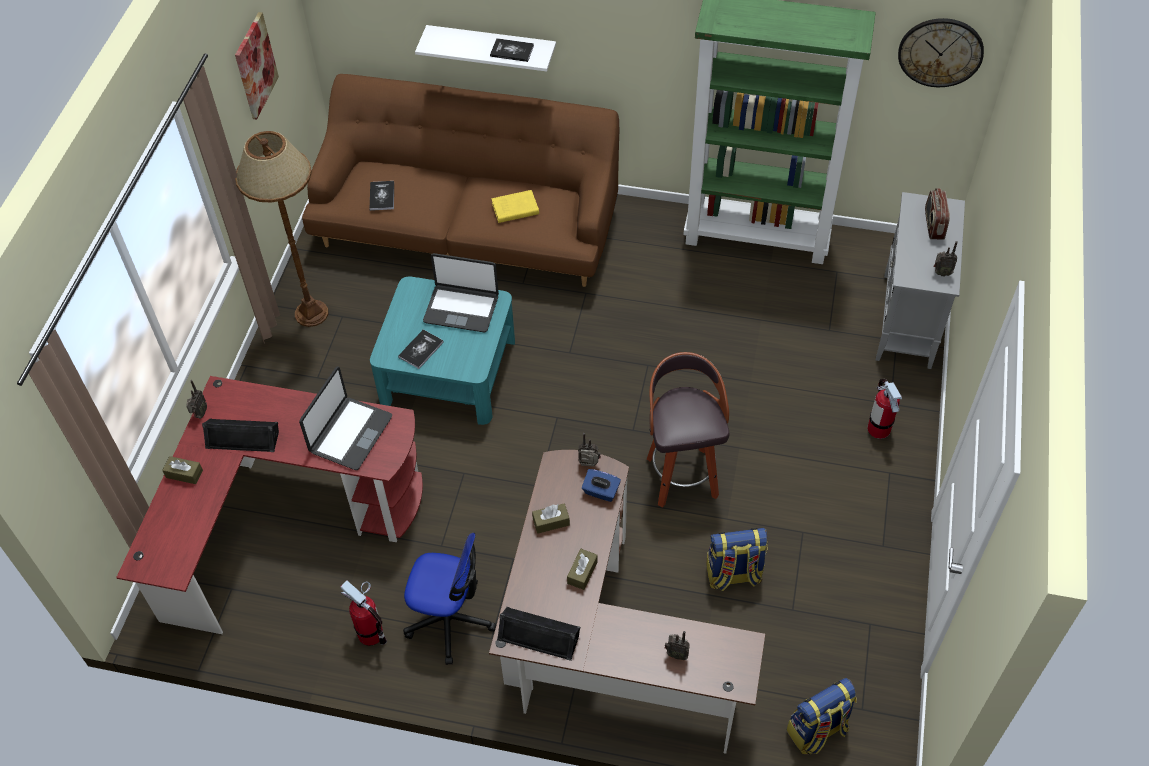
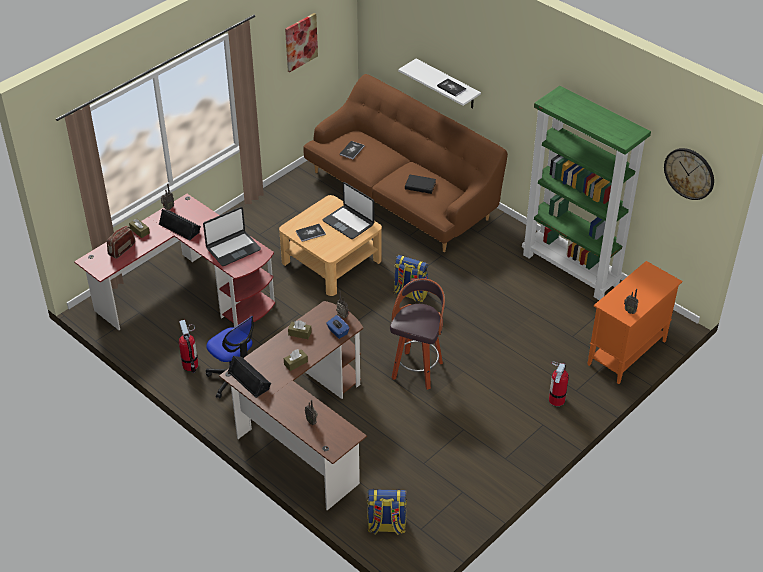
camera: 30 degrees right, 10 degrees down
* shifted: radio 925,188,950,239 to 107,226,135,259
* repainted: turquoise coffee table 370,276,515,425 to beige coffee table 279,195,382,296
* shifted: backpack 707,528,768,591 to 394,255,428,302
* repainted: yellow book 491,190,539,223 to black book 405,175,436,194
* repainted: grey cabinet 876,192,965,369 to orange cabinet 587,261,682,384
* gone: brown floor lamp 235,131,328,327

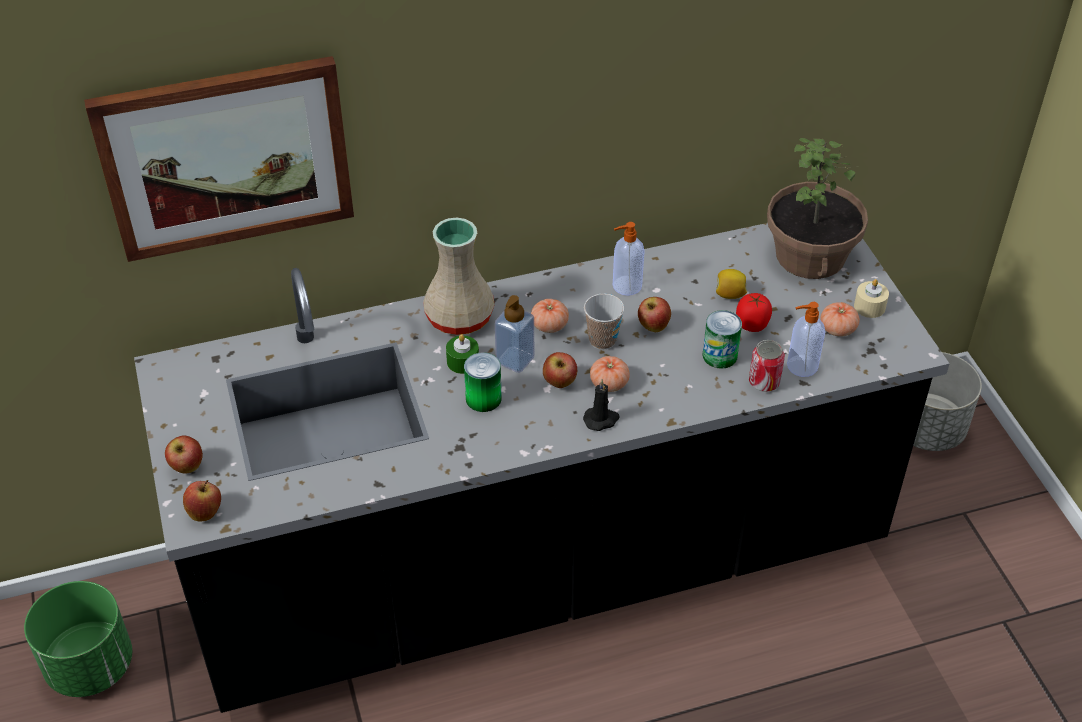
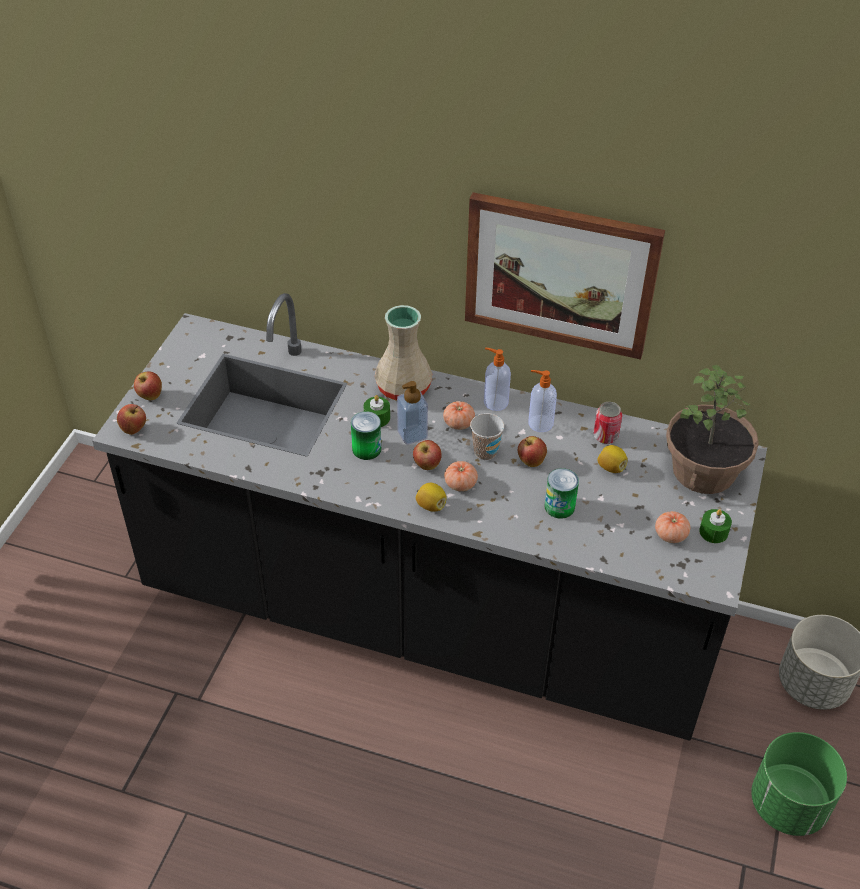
camera: 35 degrees right, 0 degrees up
* swapped: black candle 583,379,620,431 to lemon 416,483,447,512
* shifted: picture 84,56,354,262 to 465,192,665,360
* shifted: soap dispenser 787,302,825,377 to 484,348,511,411
* shifted: can 749,340,785,392 to 593,402,622,444
* repainted: beige candle 854,279,889,318 to green candle 699,509,732,543
* shifted: green planter 24,581,132,697 to 751,732,847,836
* gone: tomato 736,293,772,332

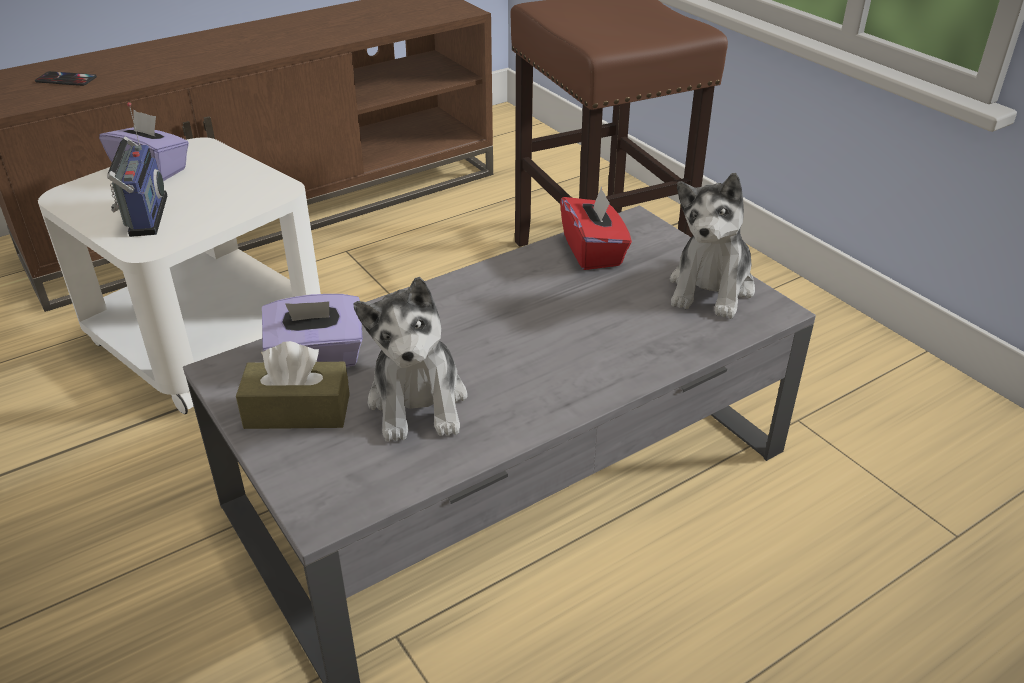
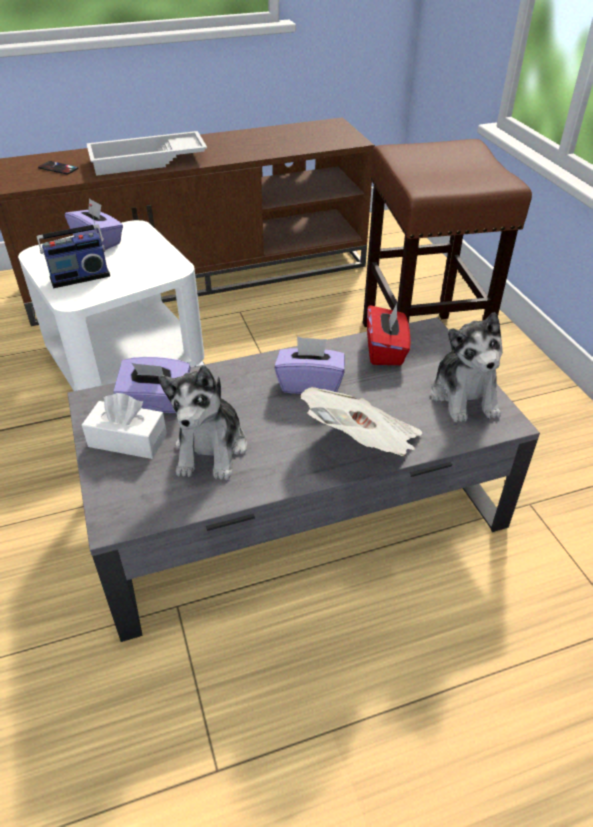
camera: 15 degrees right, 5 degrees up
* rotated: radio 107,102,167,237 = 37,204,110,288 60 degrees clockwise
* repainted: brown tissue box 236,341,350,429 to white tissue box 82,393,167,459
* new: white tray 86,131,207,176
* new: purple tissue box 274,337,345,394
* new: newspaper 301,387,422,456
* rotated: plush toy 670,173,755,319 = 431,312,503,422 45 degrees counterclockwise

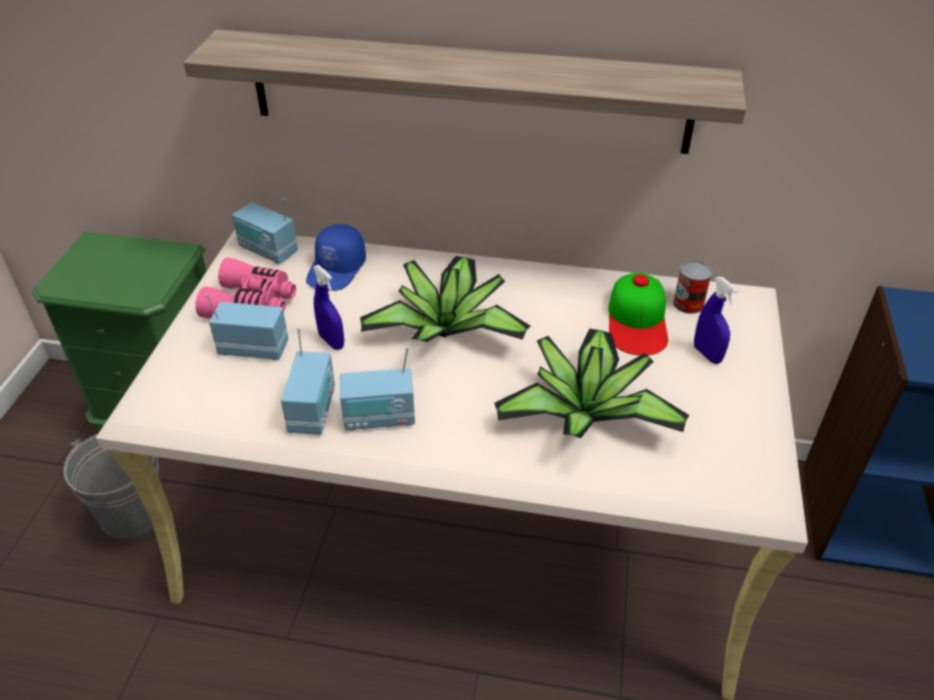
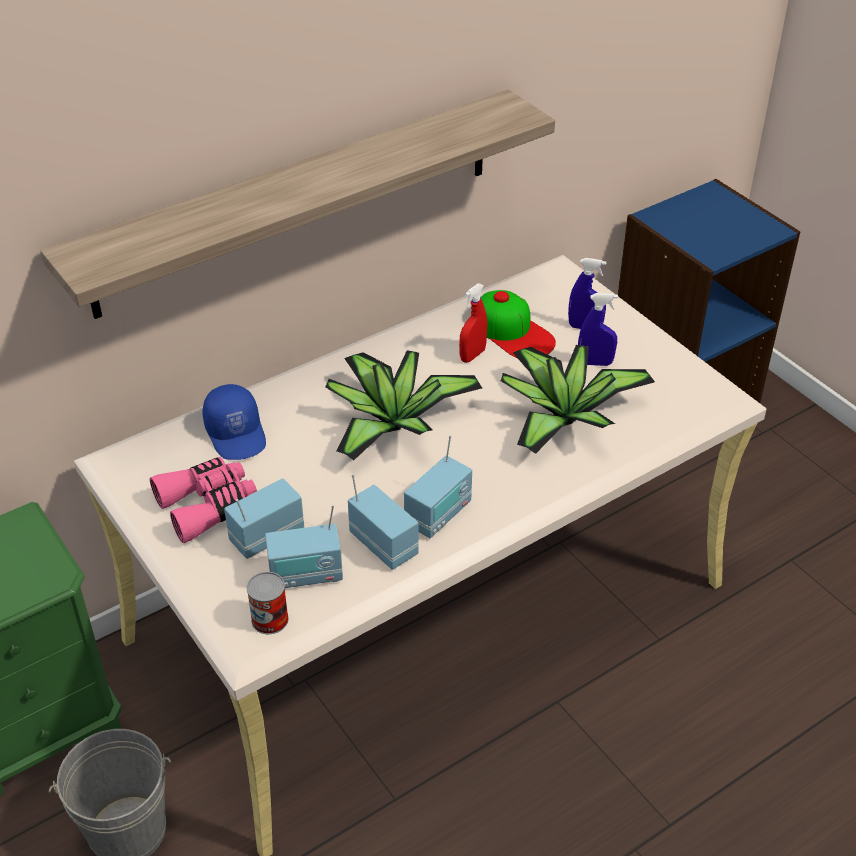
camera: 45 degrees left, 0 degrees up
* shifted: can 673,261,712,314 to 246,572,289,634
* shifted: radio 232,198,298,264 to 265,505,343,588
* new: red spray bottle 459,283,487,363
* shifted: blue spray bottle 313,265,344,350 to 578,293,618,366

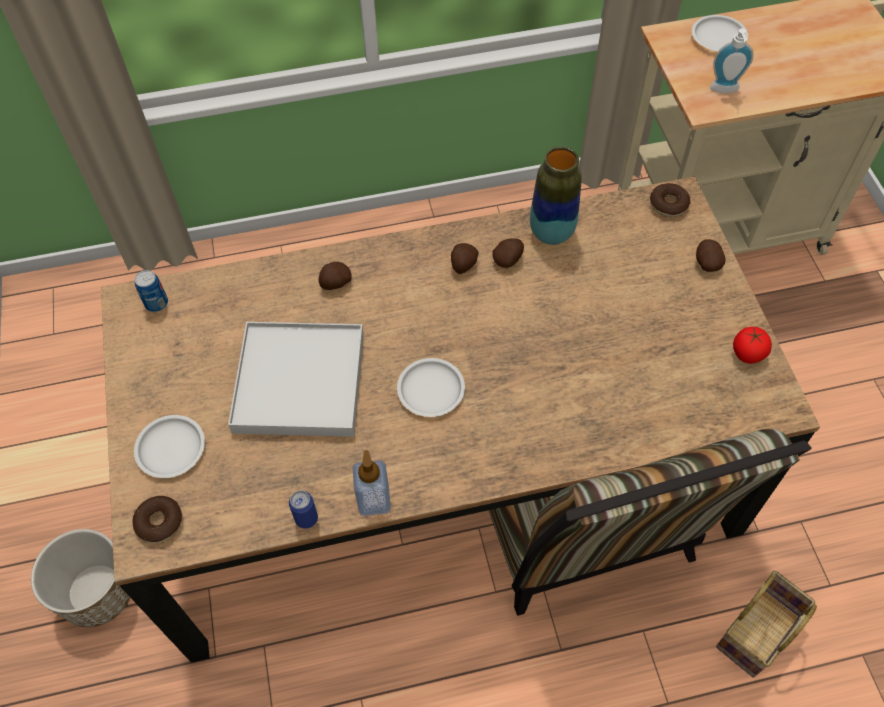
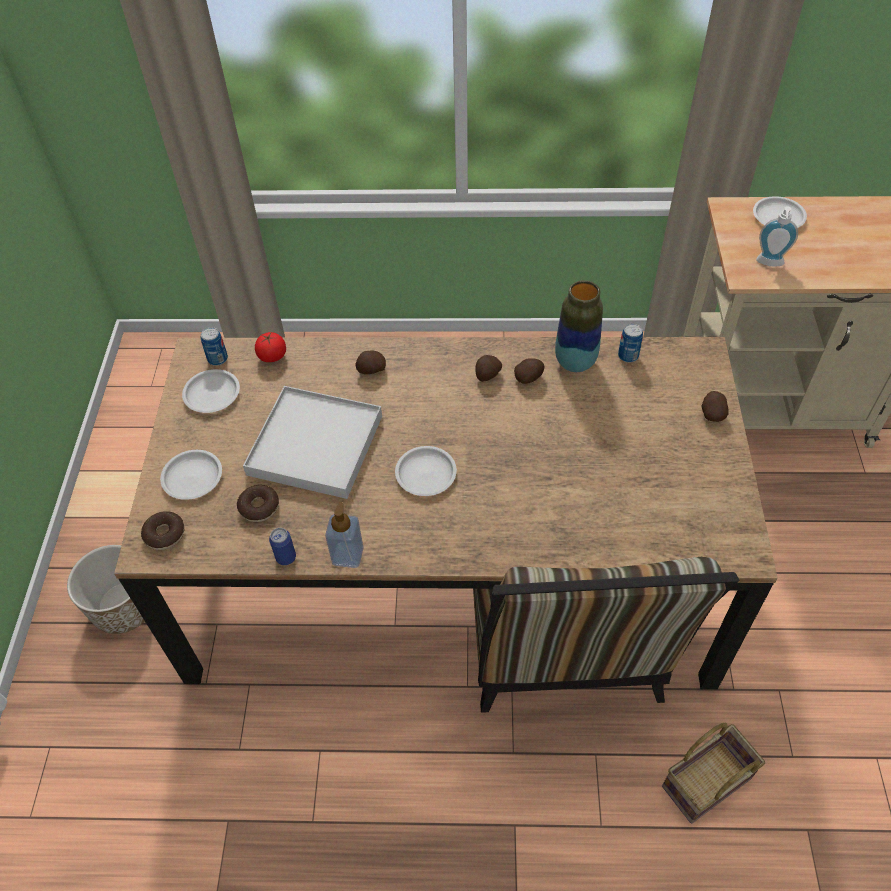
camera: 15 degrees right, 5 degrees down
* new: white plate 182,369,240,413
* shifted: donut 650,183,691,217 to 237,485,279,522
* shifted: tomato 733,327,772,364 to 255,332,286,362
* new: can 618,324,643,363

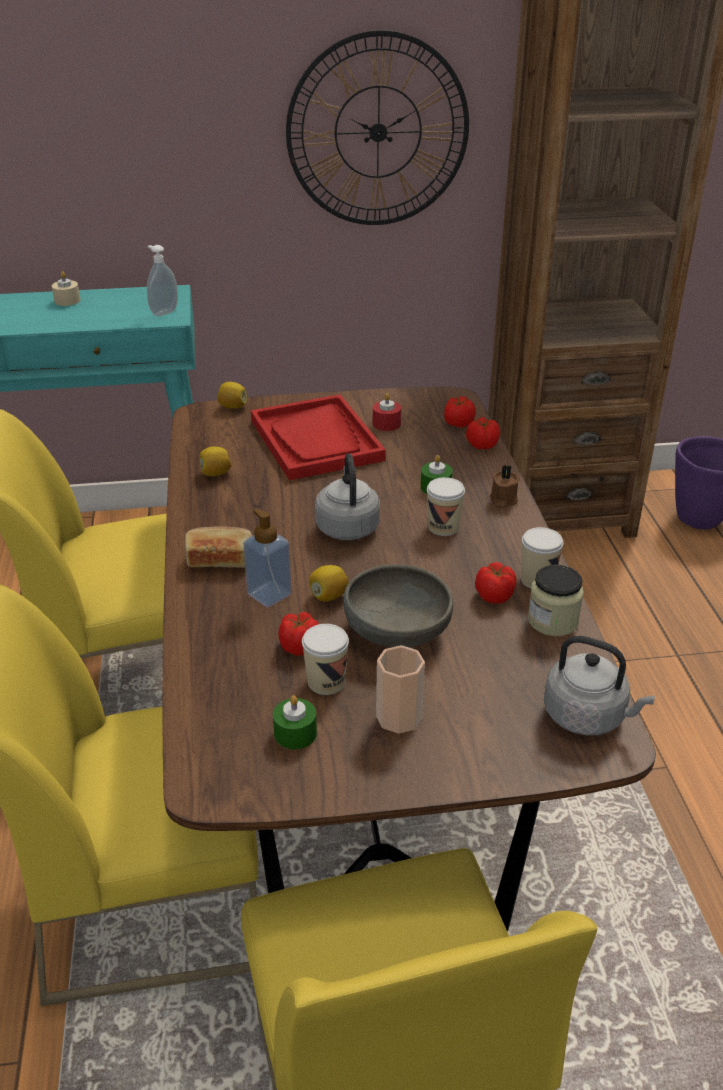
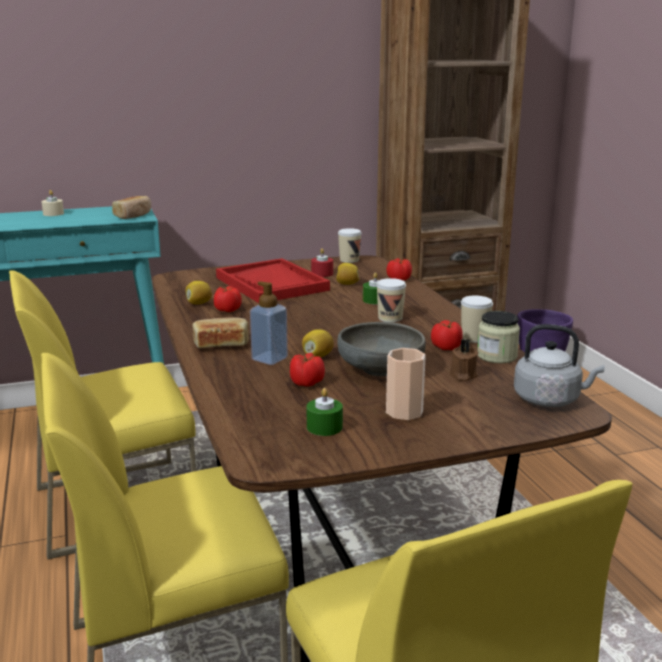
camera: 10 degrees left, 15 degrees down
* swapped: soap dispenser 147,245,178,316 to bread 112,196,151,219
* shifted: tomato 444,396,476,428 to 214,286,242,312
* shifted: lemon 217,382,247,409 to 337,263,359,285
* shifted: cup 302,624,349,695 to 338,228,362,263
* shifted: brown candle 490,465,520,508 to 449,339,479,381
* gone: wall clock 286,30,469,225
* gone: grey kettle 315,453,380,540

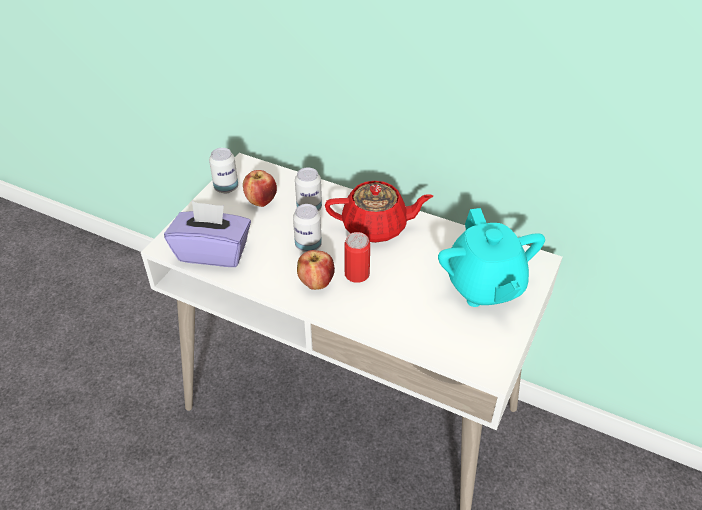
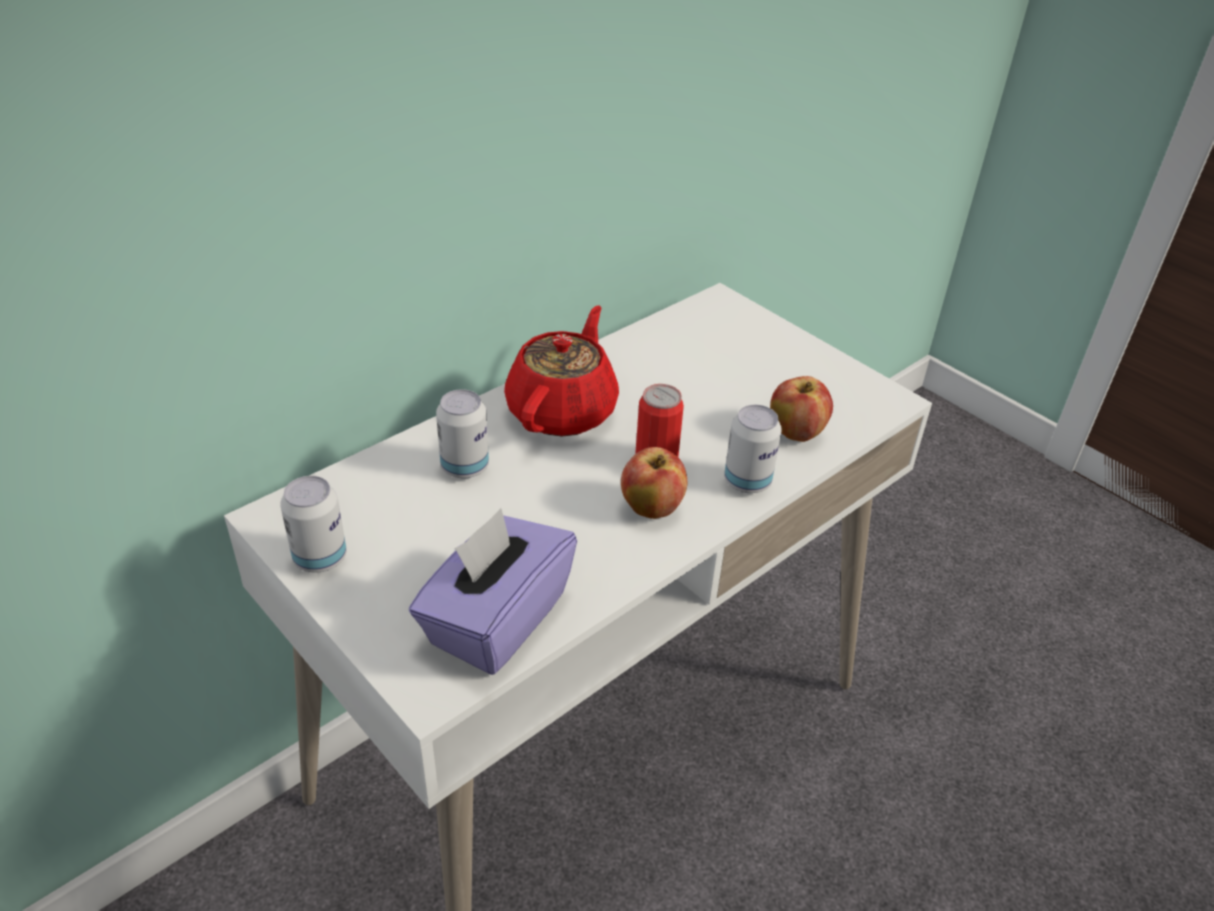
camera: 70 degrees left, 5 degrees down
* shifted: can 293,204,322,252 to 724,405,782,493
* shifted: apple 243,170,277,207 to 770,376,833,442
* gone: turquoise teapot 438,208,545,307

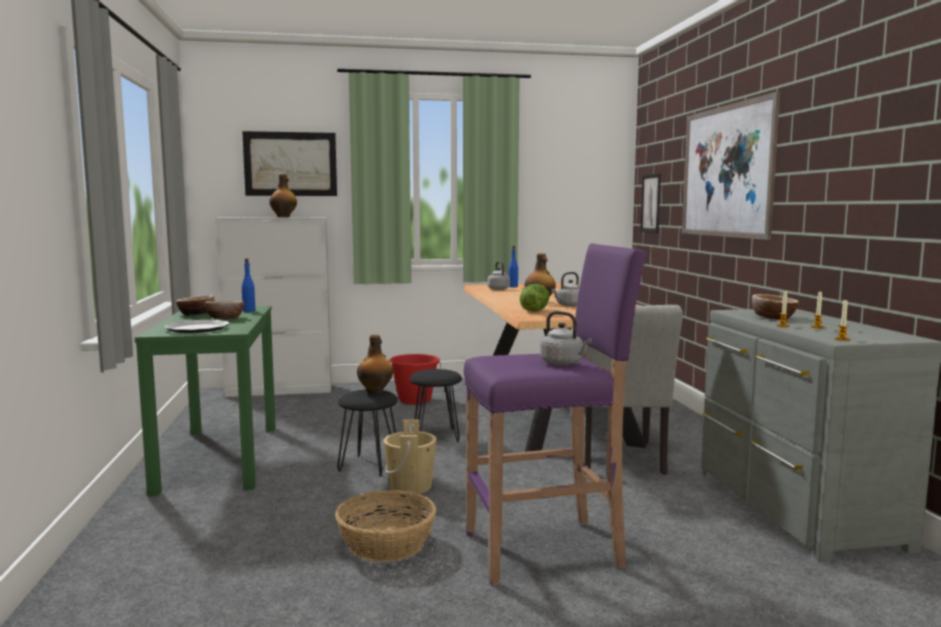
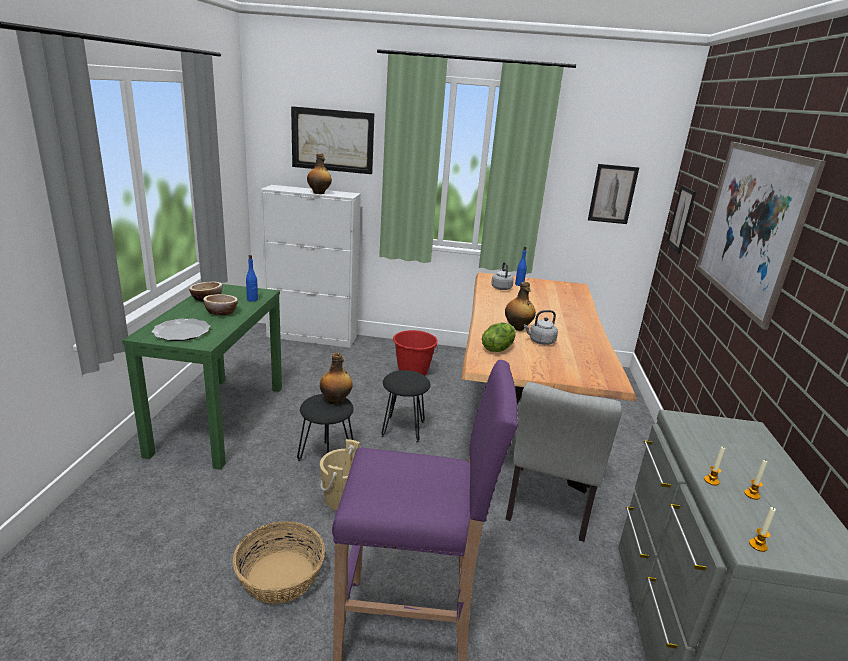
camera: 15 degrees right, 15 degrees up
* new: picture 588,164,639,224
* gone: grey kettle 540,311,592,365
* gone: bowl 752,294,799,319

